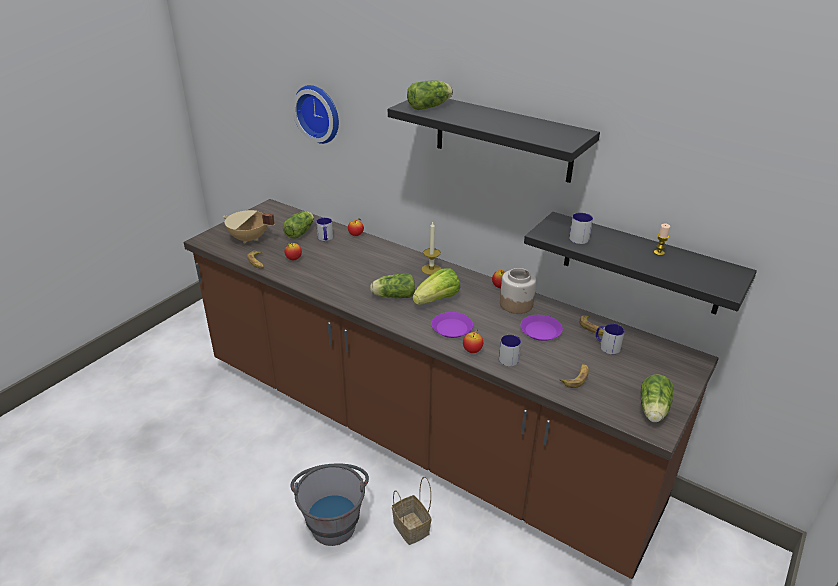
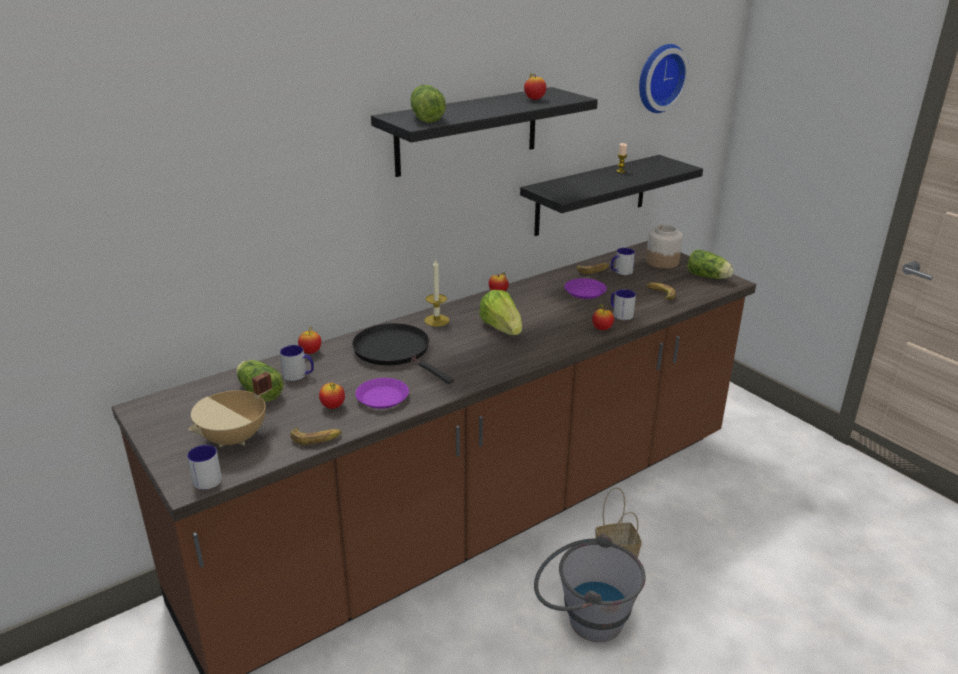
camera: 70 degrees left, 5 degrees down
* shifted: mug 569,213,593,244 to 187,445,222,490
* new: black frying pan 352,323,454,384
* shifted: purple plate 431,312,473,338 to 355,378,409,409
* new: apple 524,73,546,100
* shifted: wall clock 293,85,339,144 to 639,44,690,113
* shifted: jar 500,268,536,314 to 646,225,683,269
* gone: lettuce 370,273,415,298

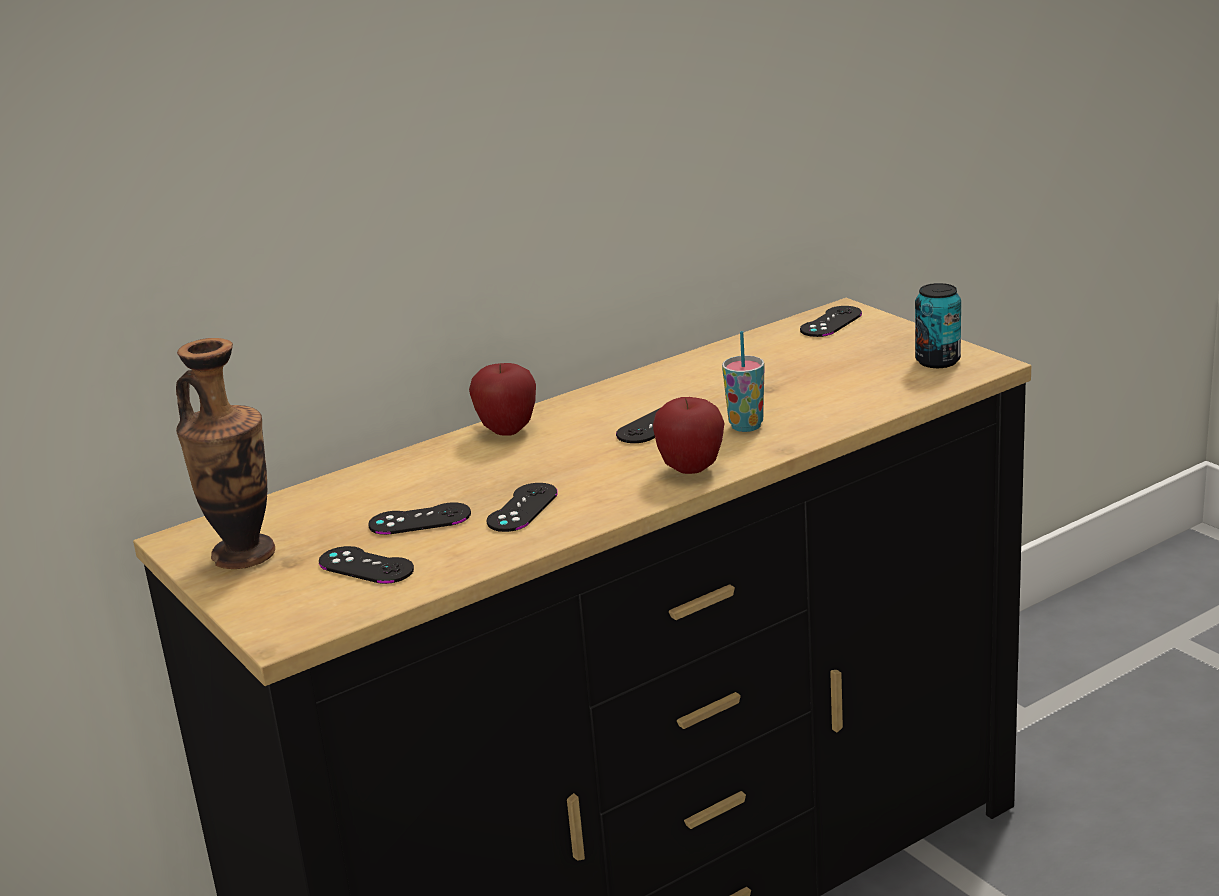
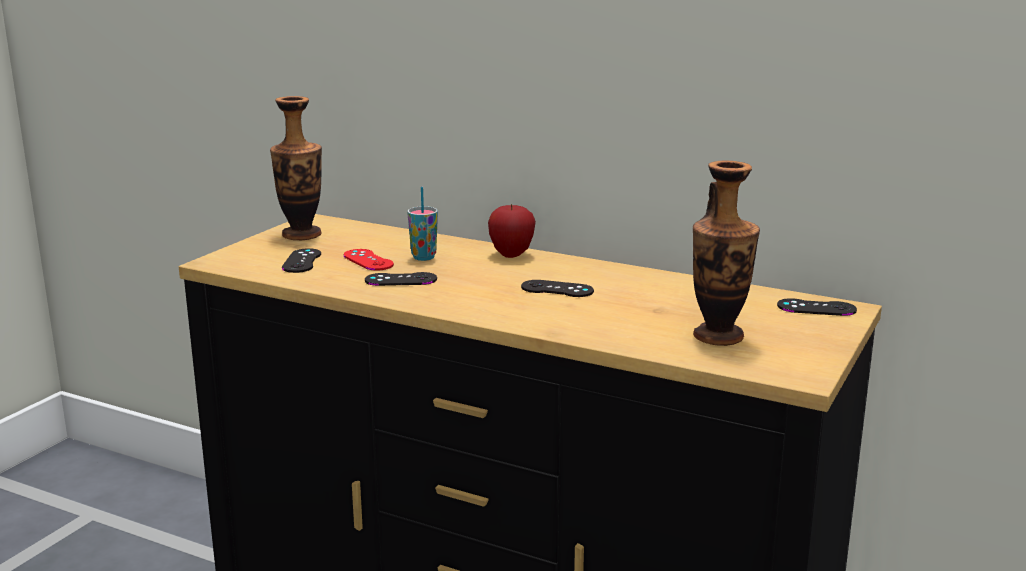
camera: 60 degrees right, 5 degrees down
* repainted: black game controller 368,502,471,535 to red game controller 344,249,394,270
* shifted: cup 722,331,765,432 to 407,187,438,261
* new: vase 693,161,760,346
* gone: apple 653,397,724,474
* gone: can 915,283,961,368

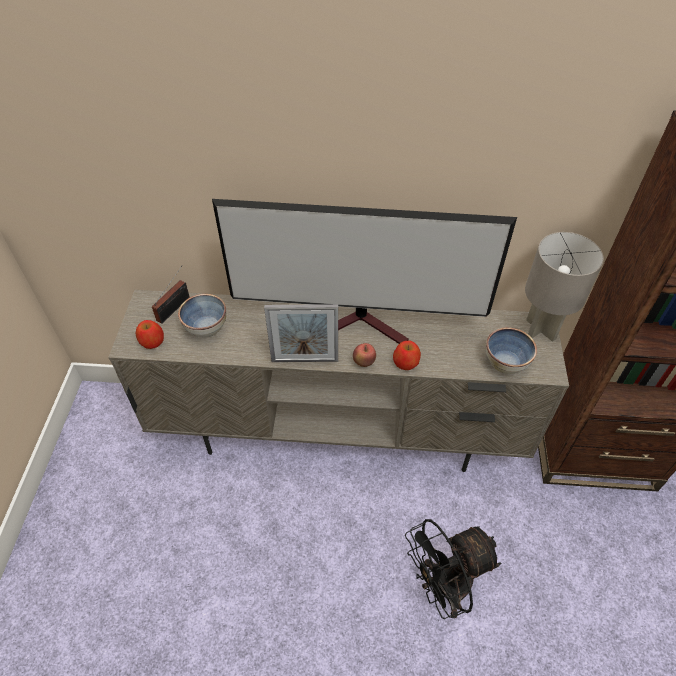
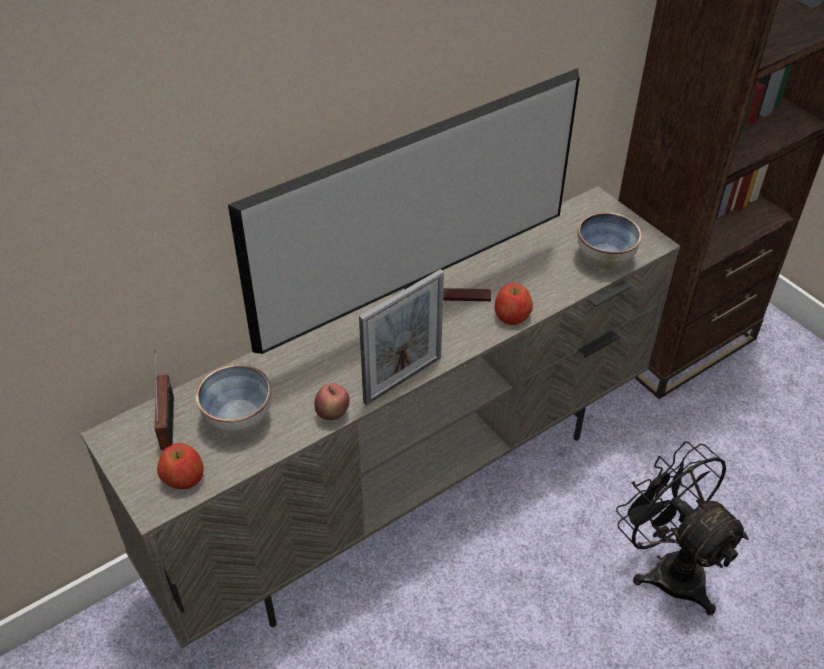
camera: 40 degrees left, 5 degrees down
* shifted: apple 353,343,376,367 to 315,383,350,420
* rotated: black fan 405,519,501,619 = 616,442,749,615 120 degrees clockwise
* gone: grey table lamp 525,232,604,342

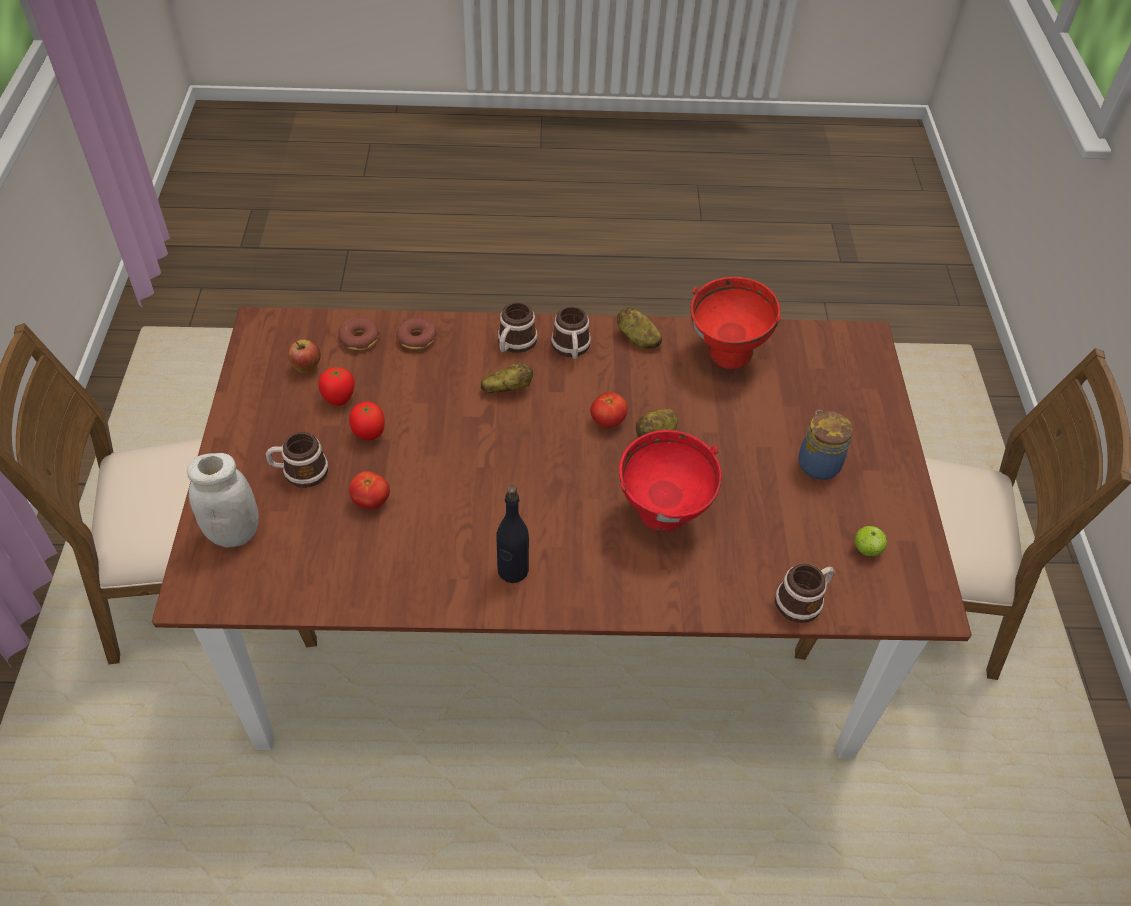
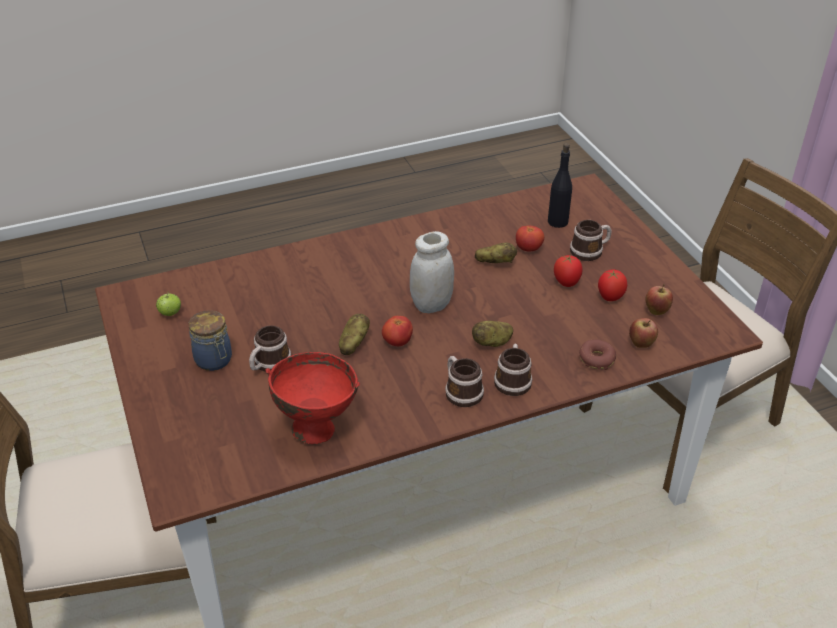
camera: 160 degrees right, 10 degrees down
* shifted: mug 775,564,834,623 to 249,325,291,372
* shifted: white jar 187,453,259,548 to 410,231,454,313
* shifted: potato 617,307,662,349 to 475,242,517,263
* shifted: black bottle 496,485,529,583 to 548,143,572,228
* swapped: donut 338,318,380,351 to apple 629,318,658,348
* gone: red bowl 619,430,722,532

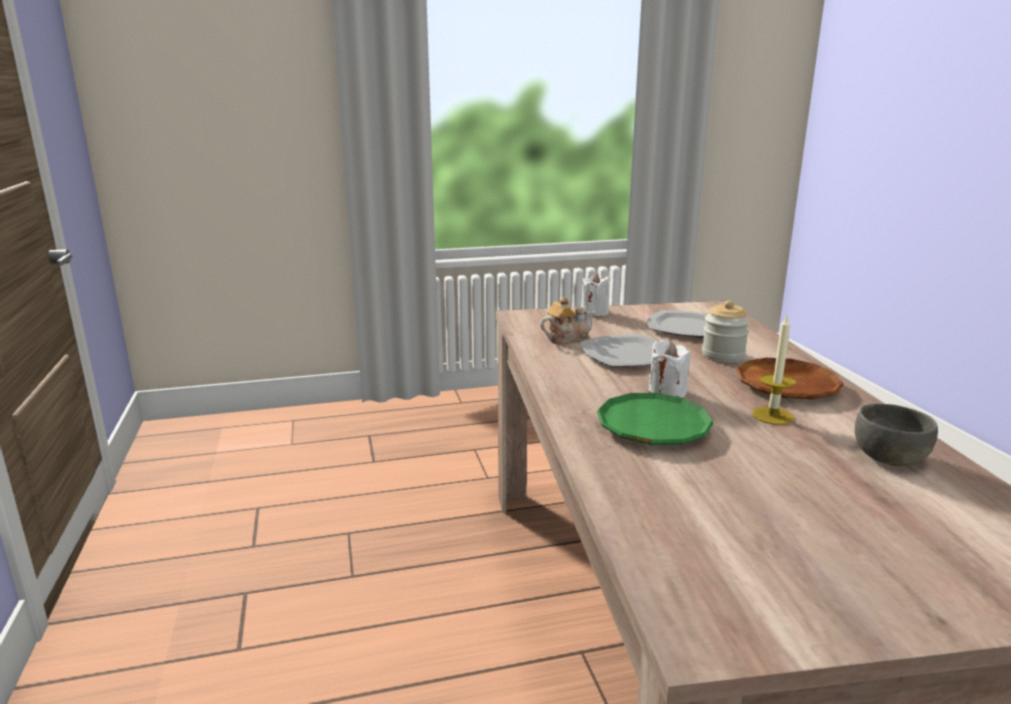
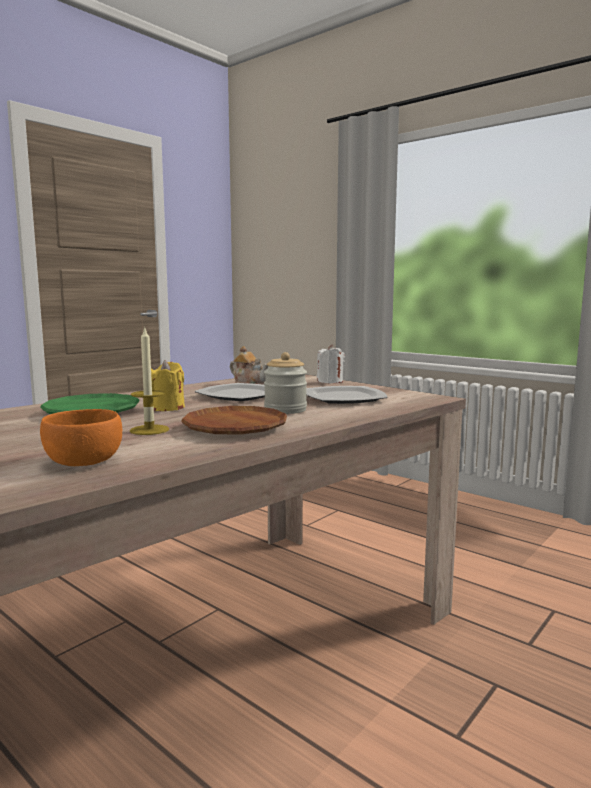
camera: 55 degrees right, 10 degrees down
* repainted: grey bowl 855,404,938,466 to orange bowl 40,409,122,466
* repainted: white candle 649,340,690,398 to yellow candle 151,360,185,411

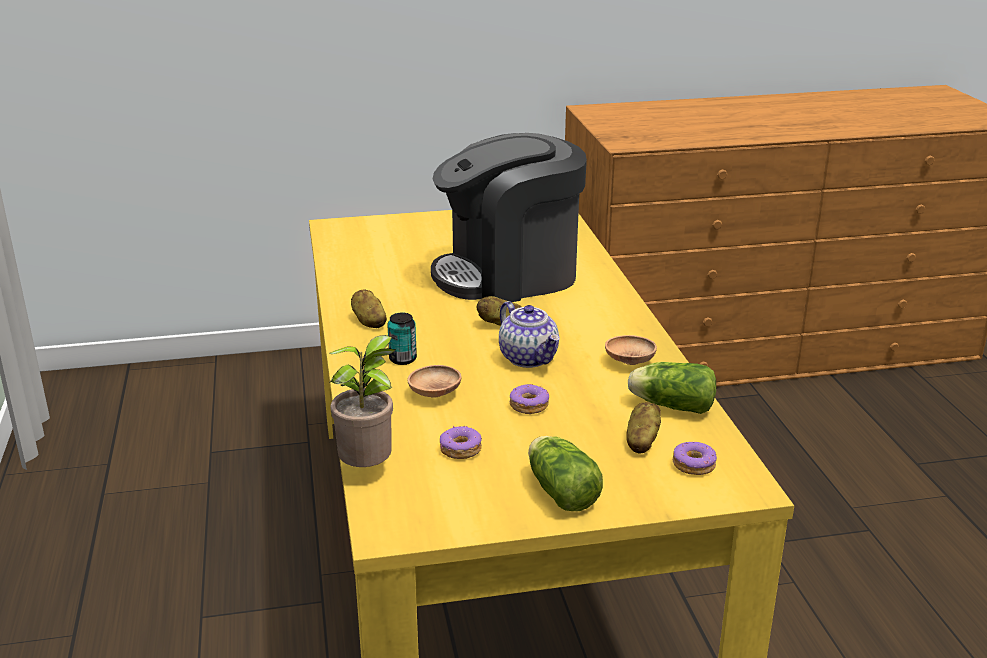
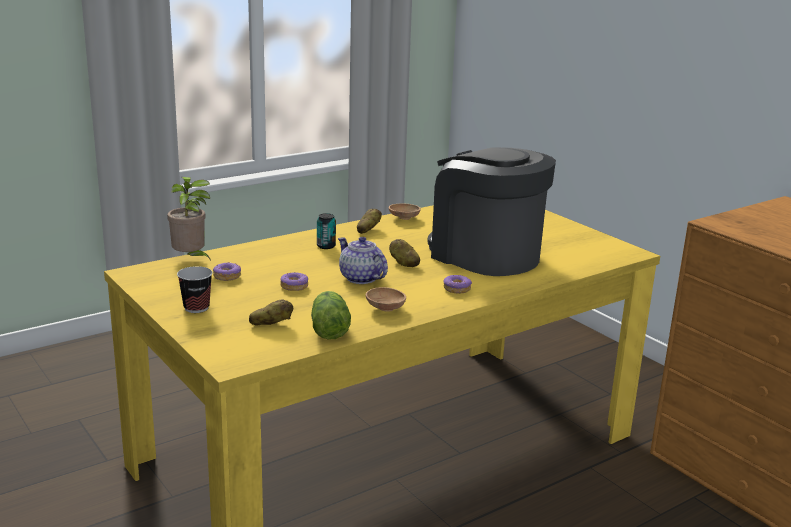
camera: 65 degrees right, 5 degrees down
* swapped: lettuce 528,436,603,511 to cup 177,266,213,313
* rotated: teapot 499,301,560,368 = 338,237,388,284 105 degrees clockwise
* shifted: brown bowl 407,365,462,398 to 389,204,421,220
* shifted: donut 673,441,717,475 to 444,275,472,294

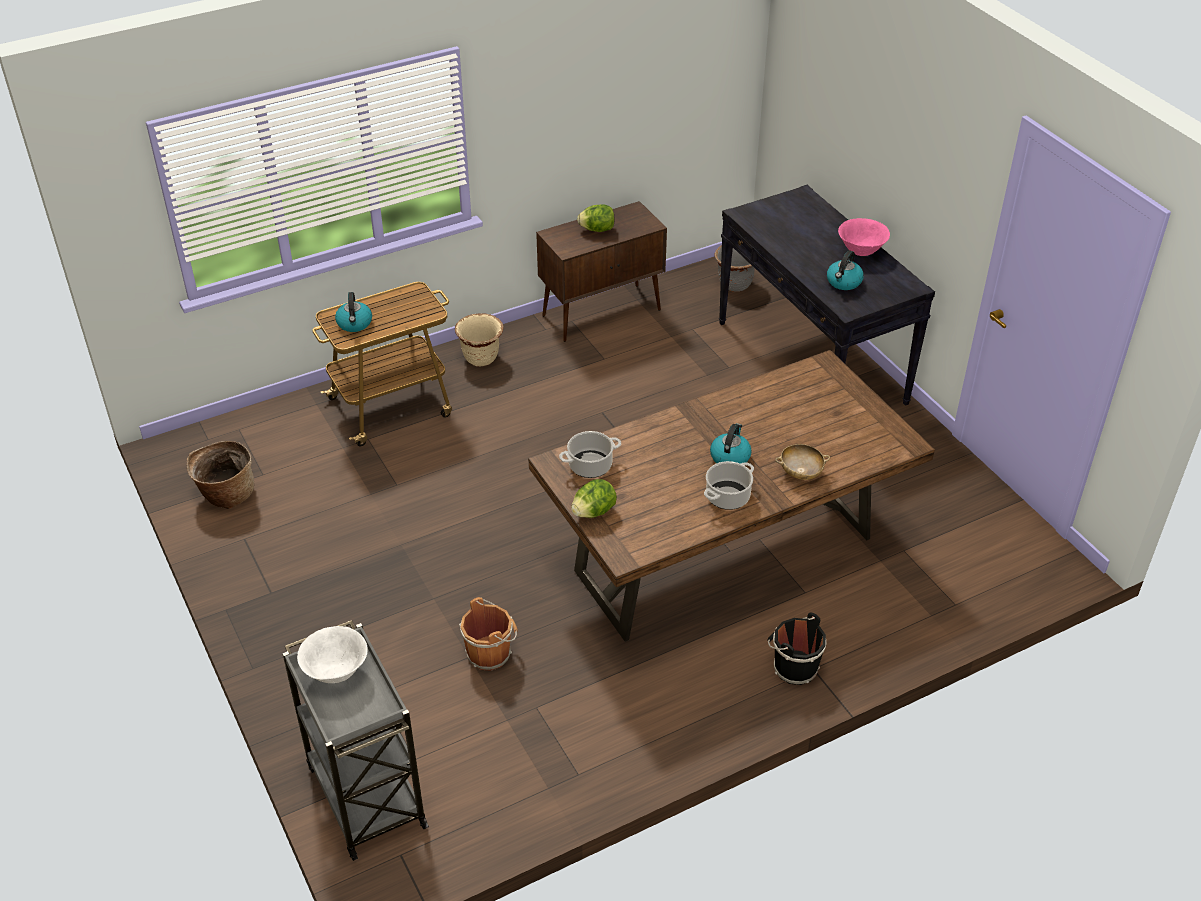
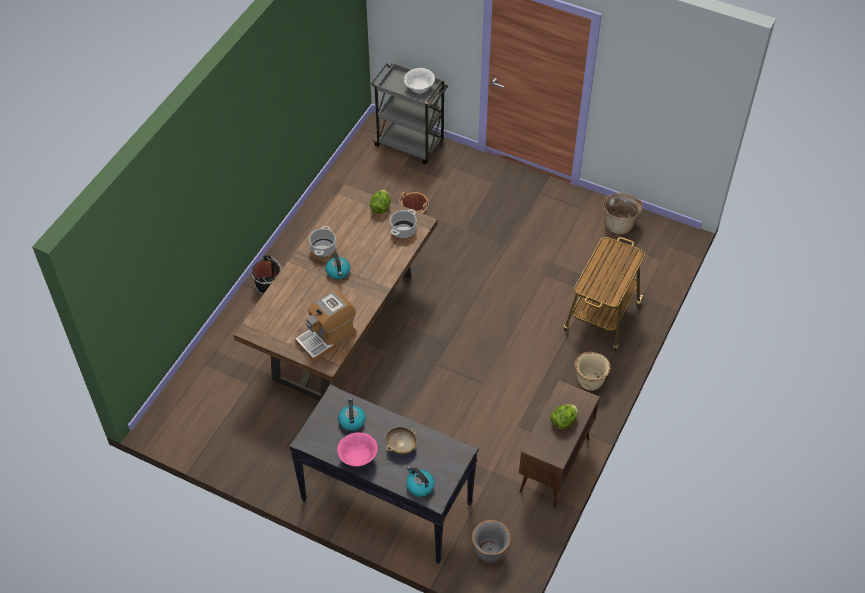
camera: 145 degrees right, 10 degrees up
* new: coffee machine 295,290,356,361
* shifted: beige bowl 775,444,830,480 to 386,427,417,454
* shifted: kettle 335,292,372,332 to 406,466,435,497

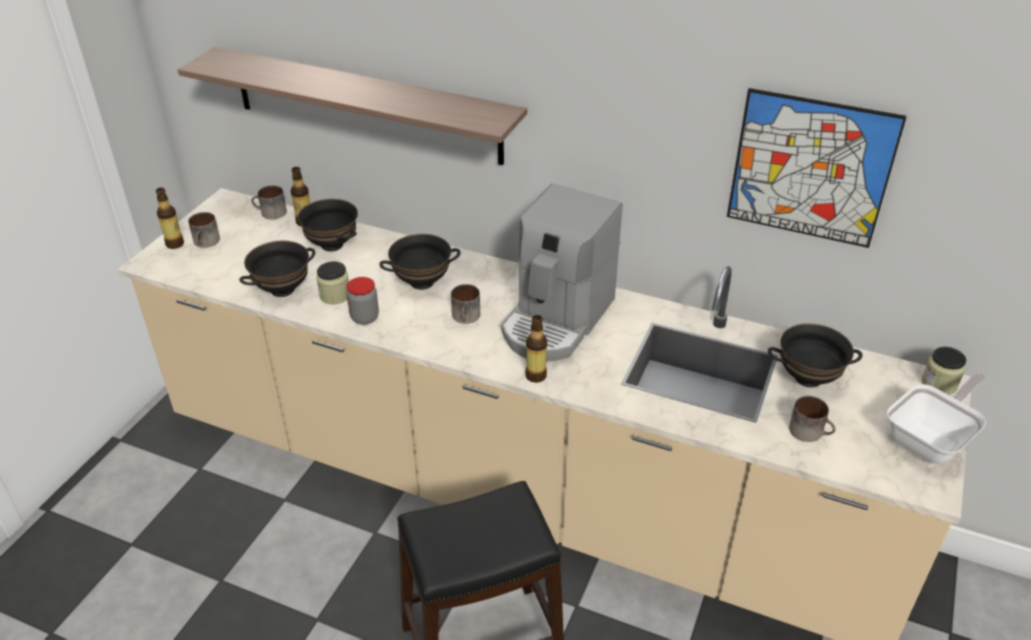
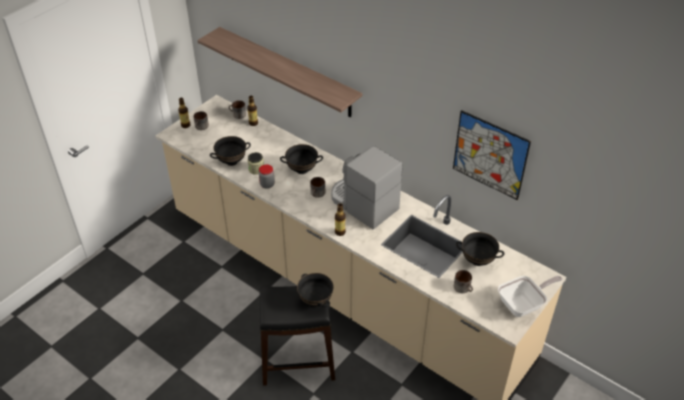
camera: 15 degrees right, 5 degrees up
* shifted: black bowl 297,199,358,252 to 297,273,334,307
* rotated: coffee machine 501,184,622,362 = 331,146,403,229 90 degrees clockwise
* gone: jar 922,347,966,395

